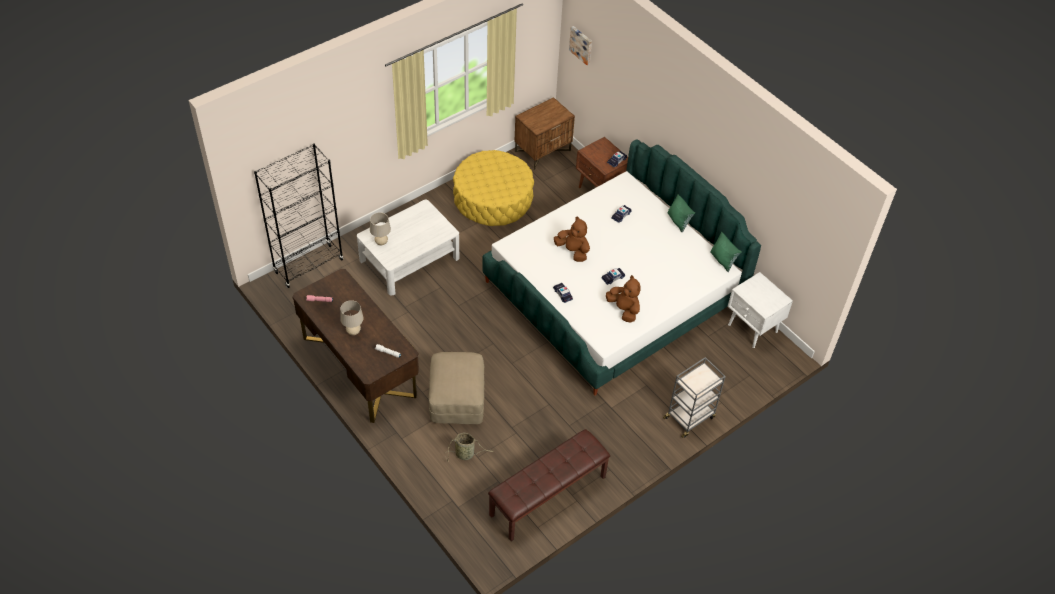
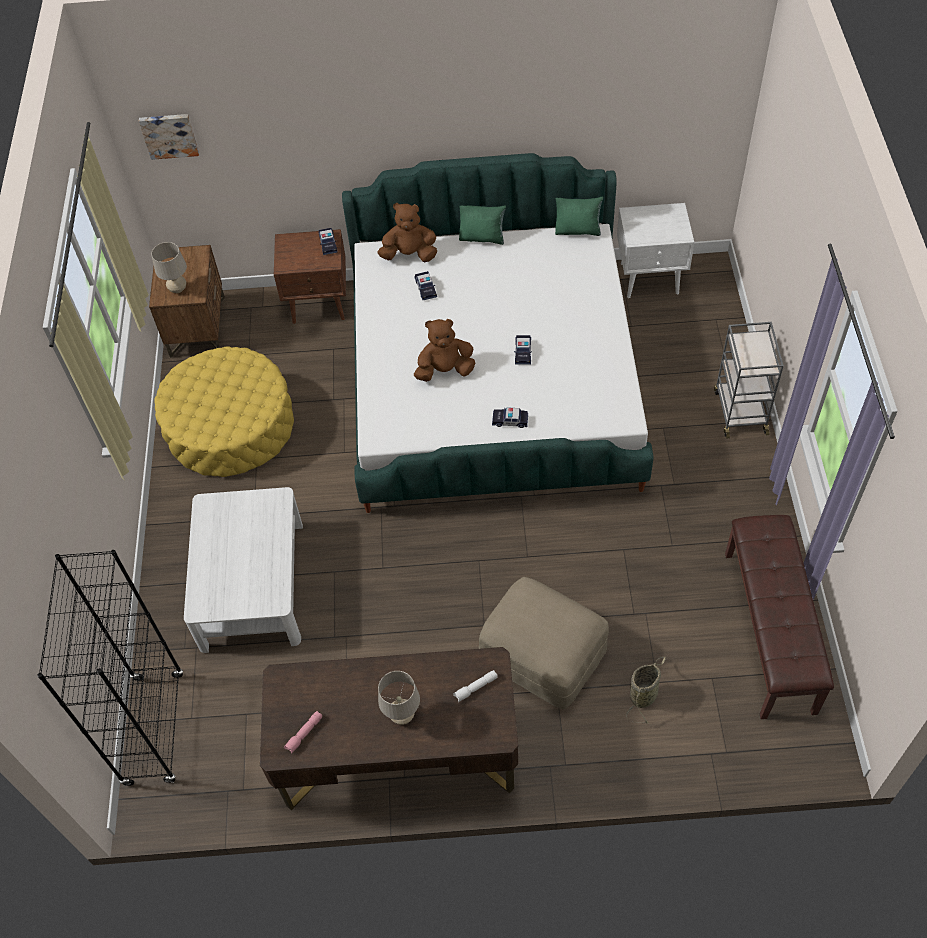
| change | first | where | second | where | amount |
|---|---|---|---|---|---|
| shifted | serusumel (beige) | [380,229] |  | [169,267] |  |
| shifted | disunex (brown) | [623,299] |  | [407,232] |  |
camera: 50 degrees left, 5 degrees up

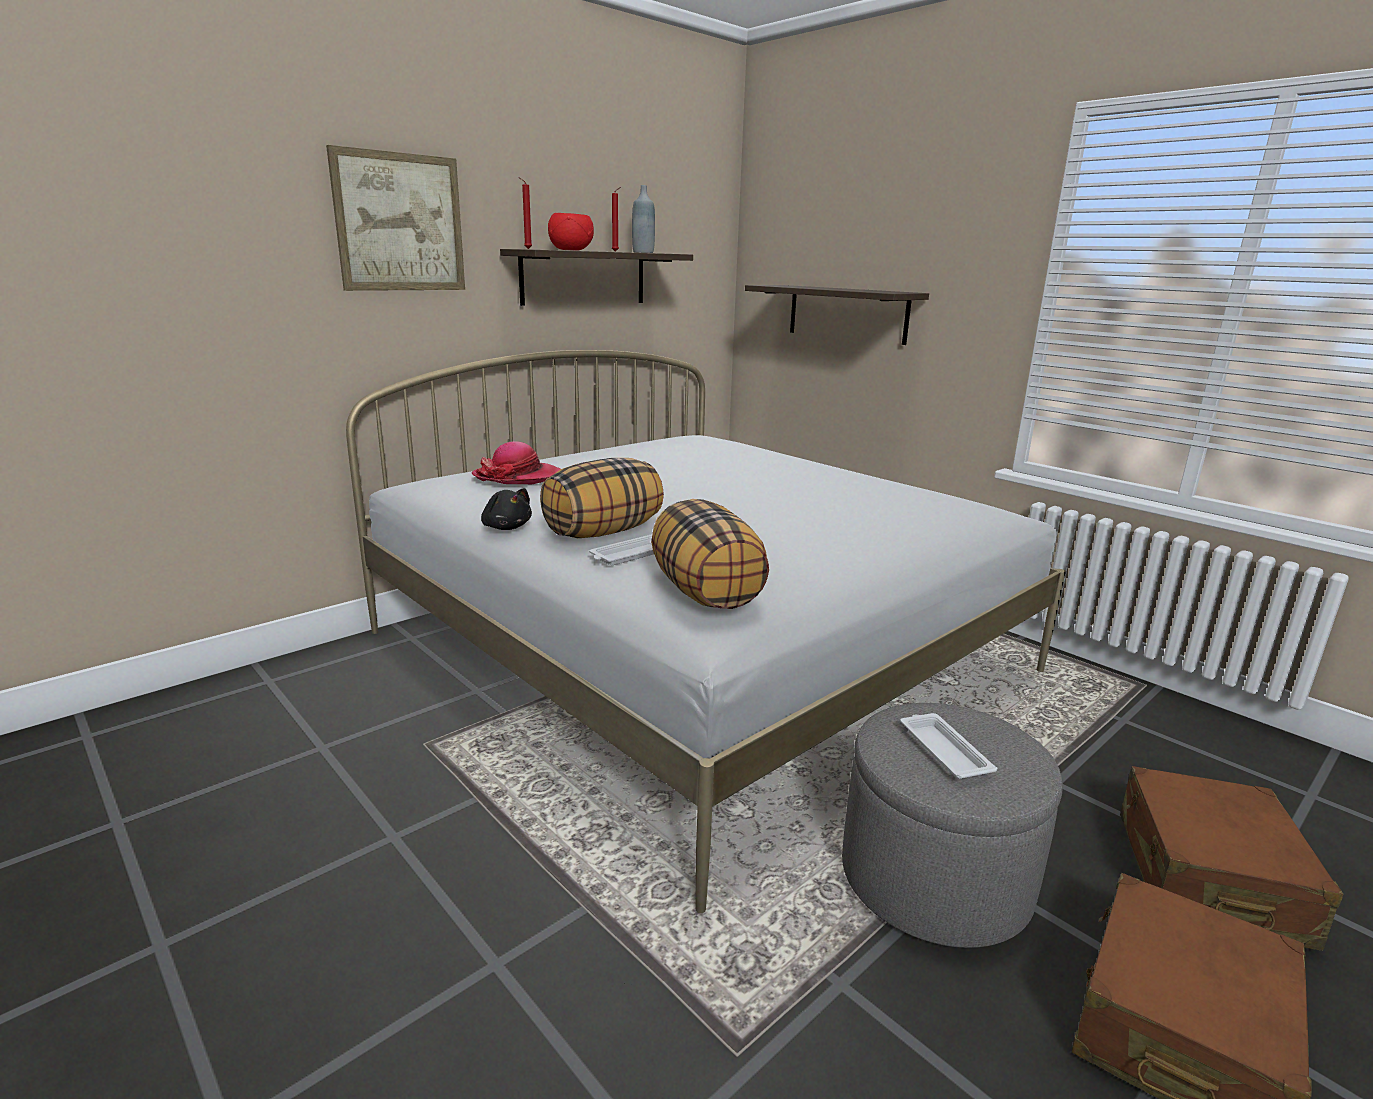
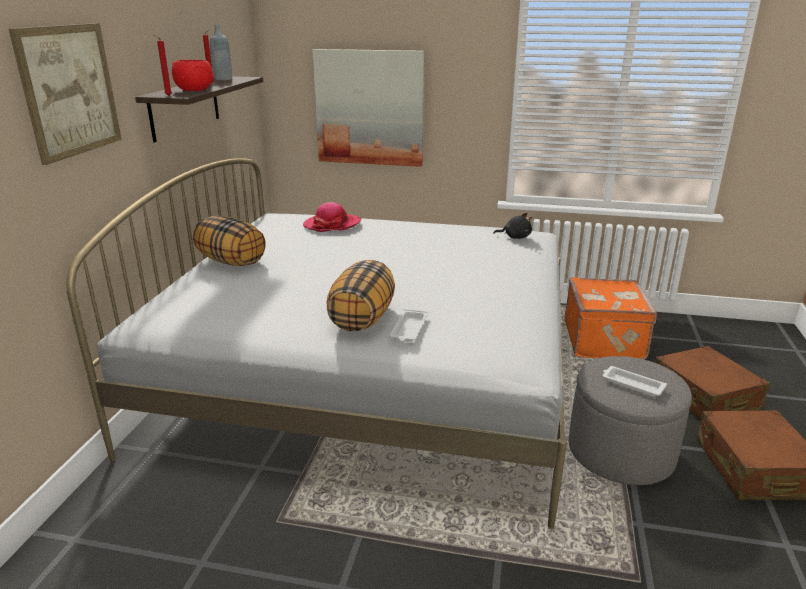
| change | first | where | second | where | amount |
|---|---|---|---|---|---|
| shifted | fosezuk | [710,554] |  | [229,241] |  |
| shifted | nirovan | [516,462] |  | [332,217] |  |
| swapped | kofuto | [837,315] | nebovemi | [368,108] |  |
| shifted | disunex (black) | [506,509] |  | [512,226] |  |
| new |  |  | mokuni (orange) | [611,318] |  |
camera: 35 degrees left, 5 degrees up

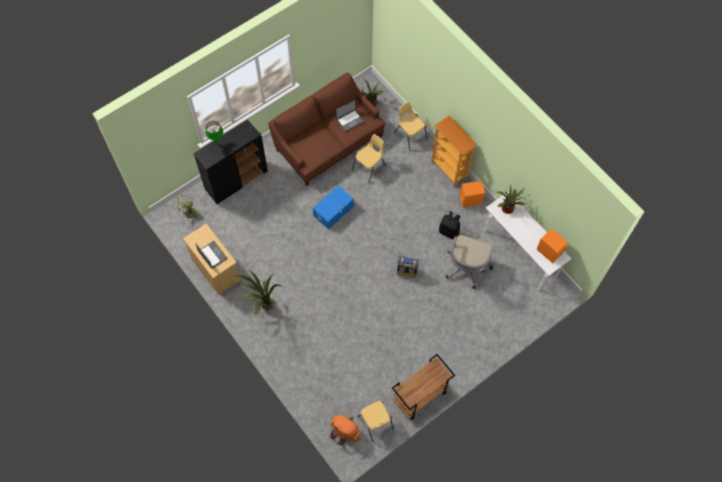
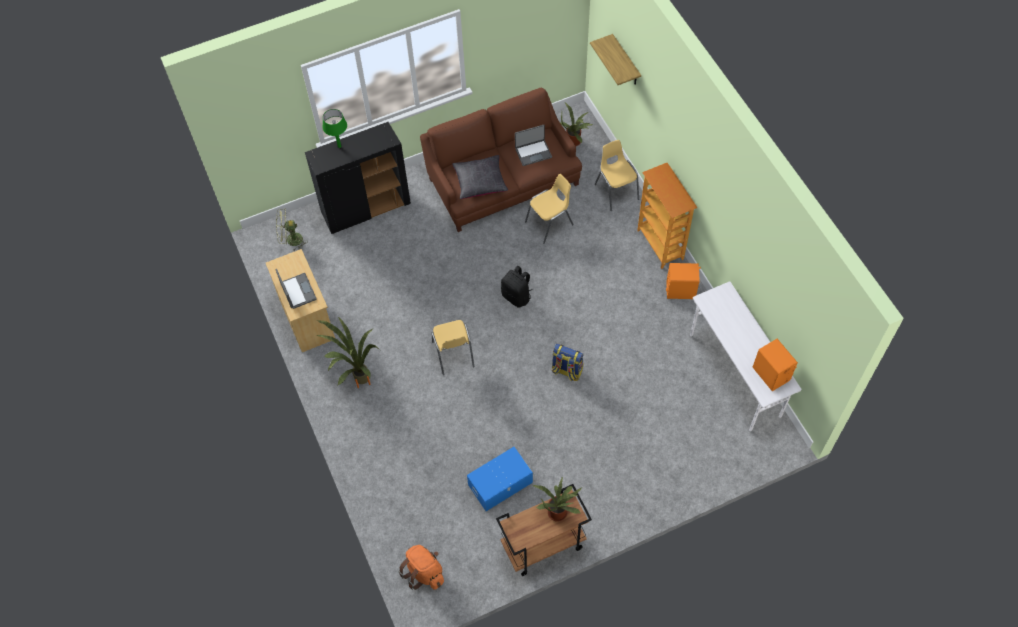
| change | first | where | second | where | amount |
|---|---|---|---|---|---|
| shifted | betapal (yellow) | [375,421] |  | [453,347] |  |
| new |  |  | fosezuk (black) | [480,177] |  |
| shifted | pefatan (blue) | [333,207] |  | [500,479] |  |
| shifted | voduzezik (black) | [449,225] |  | [517,287] |  |
| shifted | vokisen | [510,199] |  | [557,499] |  |
| new |  |  | kofuto | [615,59] |  |
| gone | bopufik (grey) | [470,262] |  |  |  |
camera: 15 degrees right, 5 degrees down

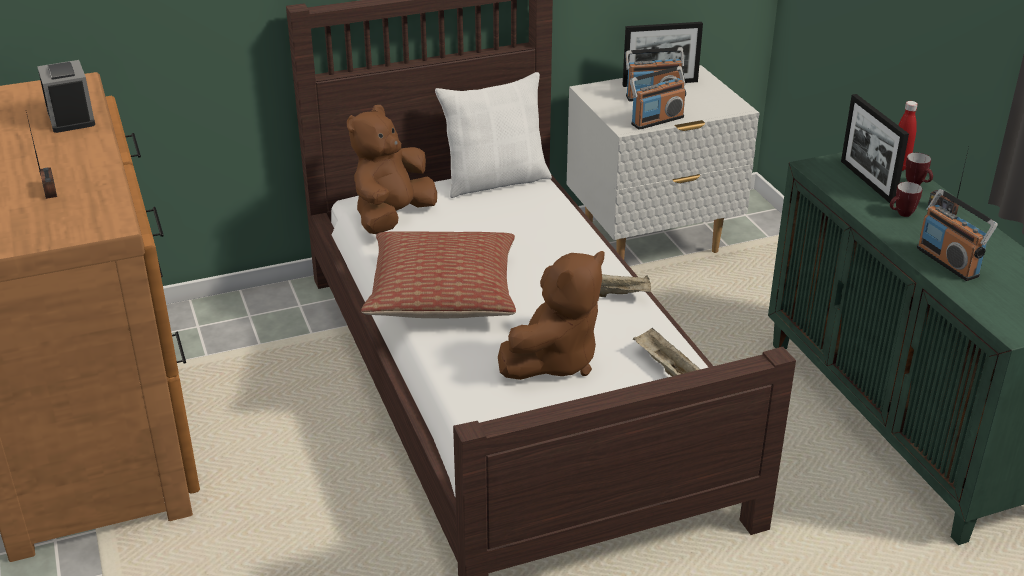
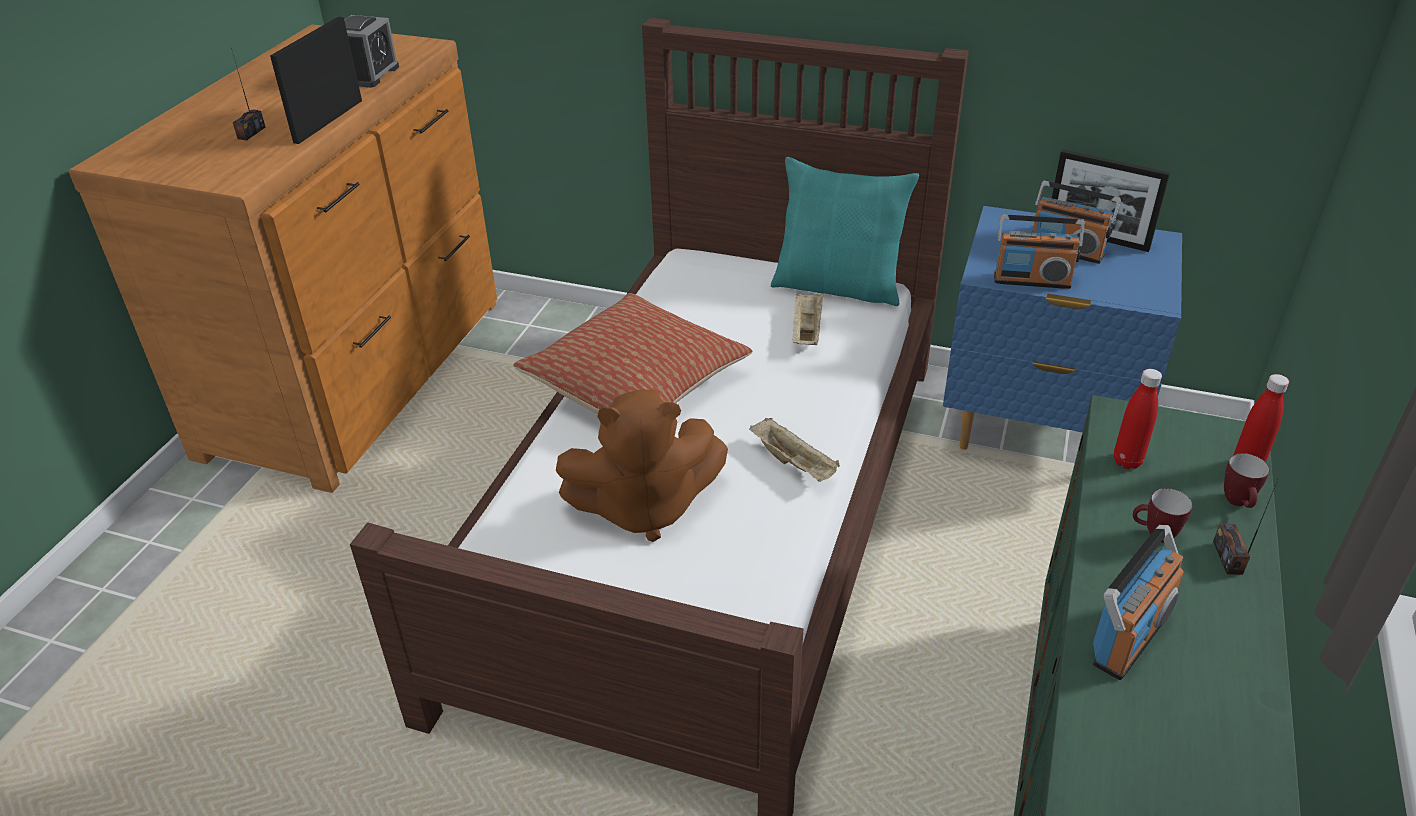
| change | first | where | second | where | amount |
|---|---|---|---|---|---|
| shifted | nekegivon | [875,148] |  | [316,80] |  |
| repainted | fosezuk (white) | [493,135] | fosezuk (turquoise) | [845,231] |  |
| shifted | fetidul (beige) | [666,351] |  | [807,319] |  |
| repainted | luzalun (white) | [663,162] | luzalun (blue) | [1062,327] |  |
| rotated | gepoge | [957,235] |  | [1138,602] | 150 degrees counterclockwise |
| new |  |  | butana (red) | [1138,419] |  |
| gone | disunex (brown) | [392,169] |  |  |  |
camera: 40 degrees right, 5 degrees up

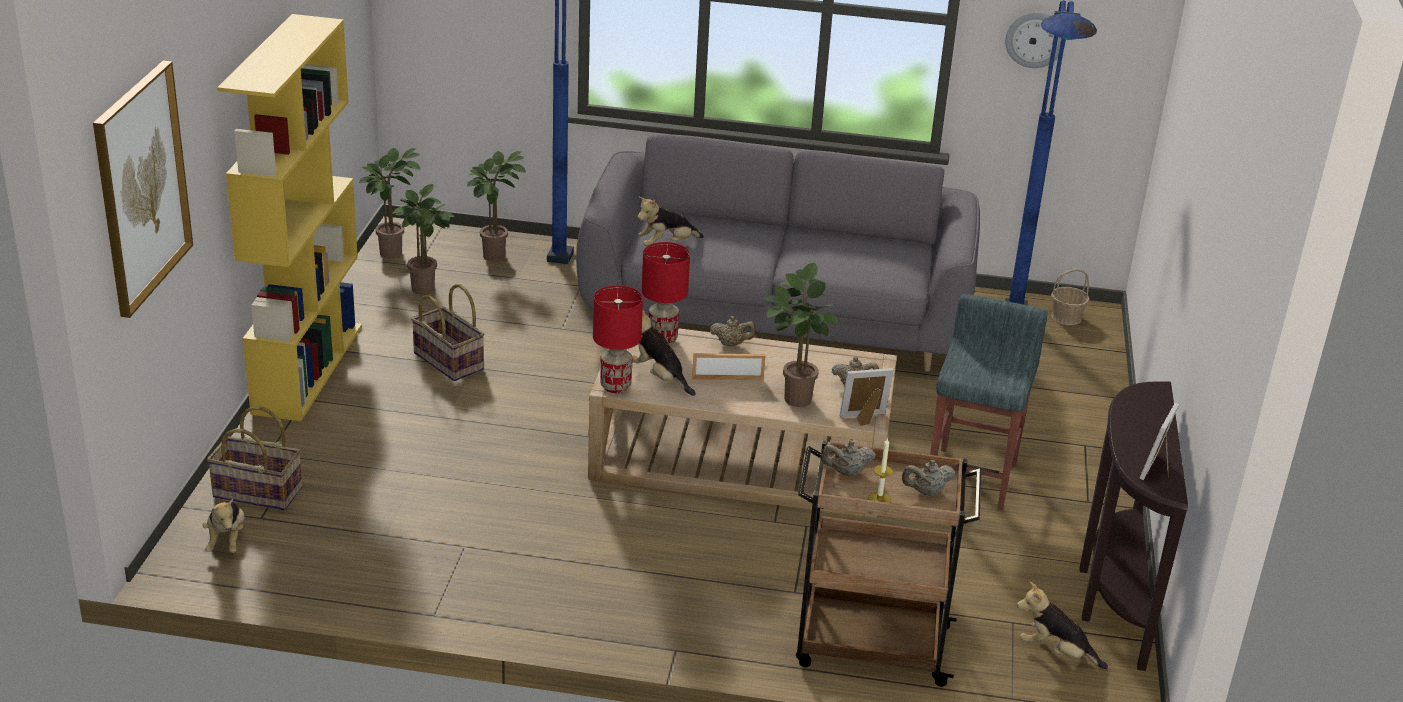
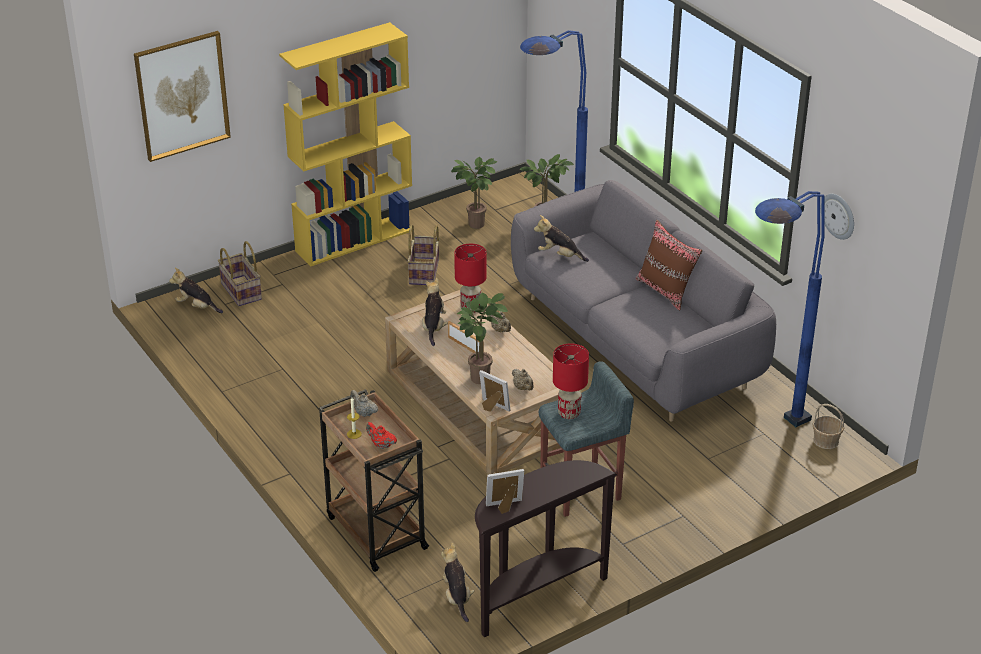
| change | first | where | second | where | amount |
|---|---|---|---|---|---|
| rotated | disunex | [224,525] |  | [196,290] | 75 degrees clockwise |
| repainted | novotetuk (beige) | [928,478] | novotetuk (red) | [381,435] |  |
| shifted | serusumel (red) | [618,339] |  | [571,381] |  |
| new |  |  | fosezuk (brown) | [669,265] |  |
| gone | vokisen | [389,203] |  |  |  |
camera: 50 degrees right, 5 degrees up

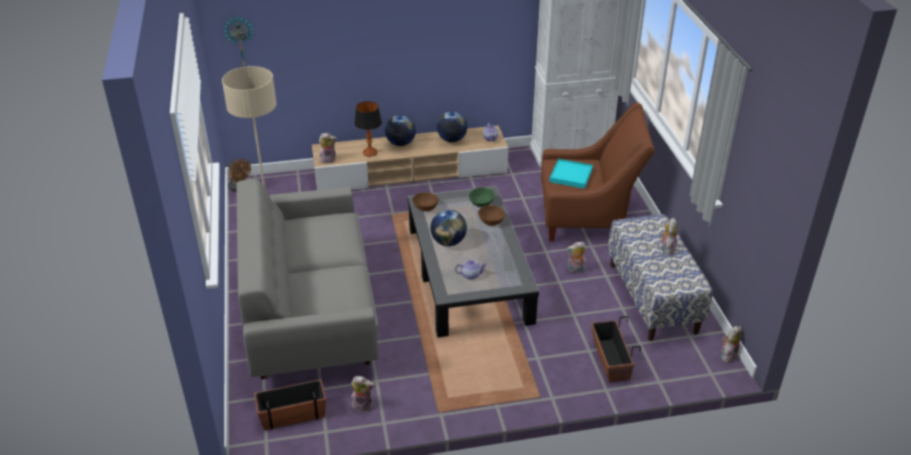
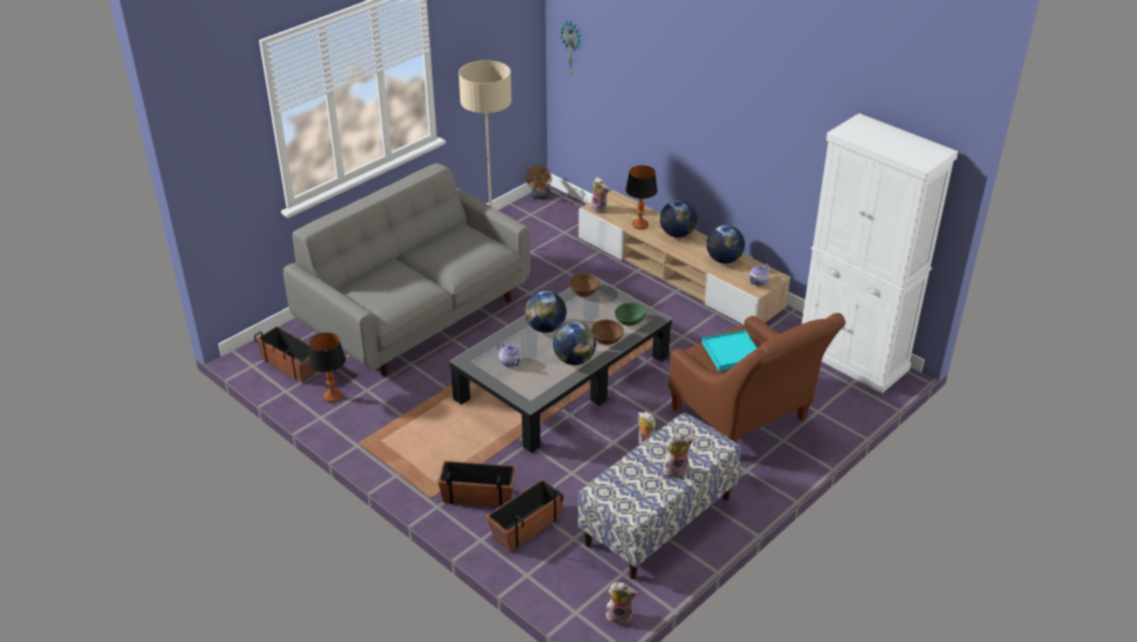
| change | first | where | second | where | amount |
|---|---|---|---|---|---|
| swapped | disunex | [363,394] | serusumel | [327,368] |  |
| new |  |  | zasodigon | [477,484] |  |
| new |  |  | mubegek | [574,343] |  |
camera: 55 degrees right, 0 degrees up

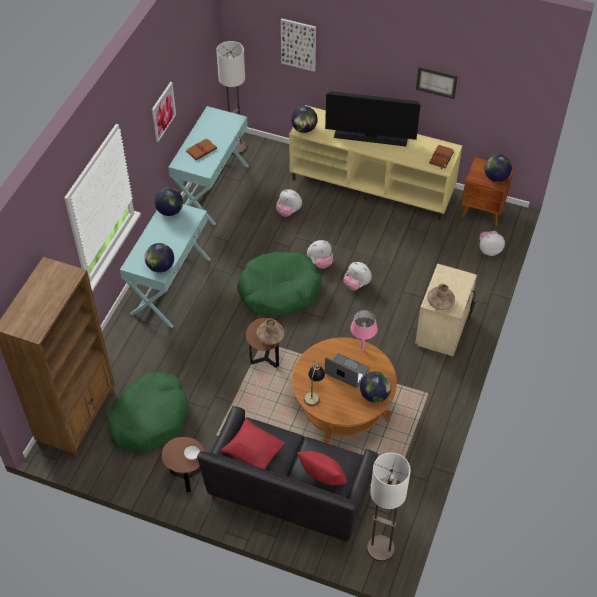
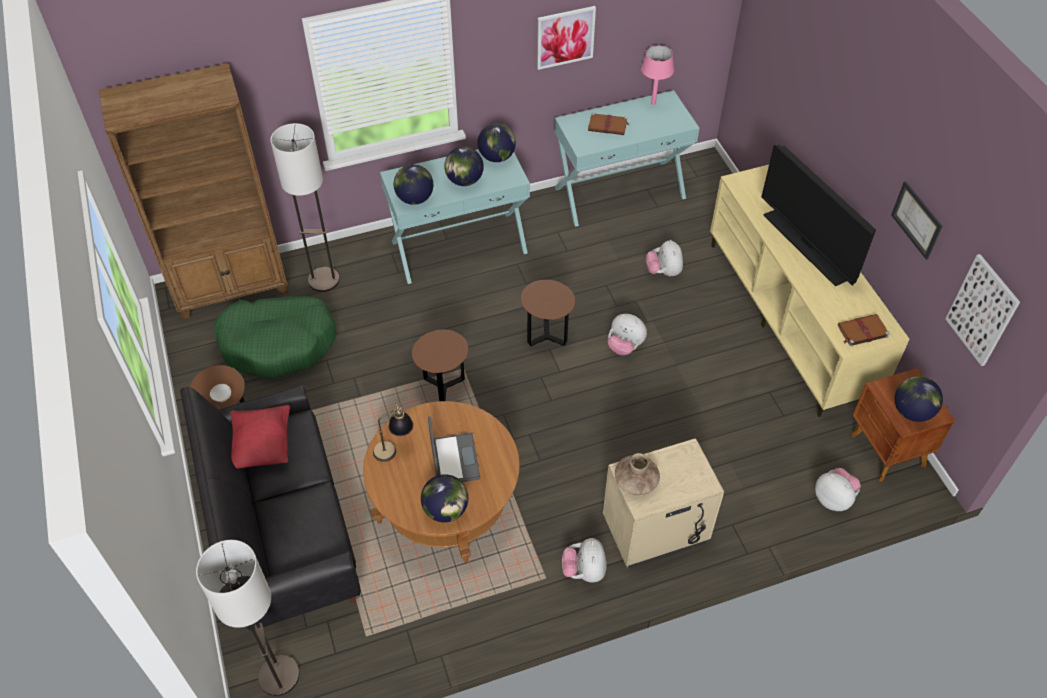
| change | first | where | second | where | amount |
|---|---|---|---|---|---|
| shifted | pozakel | [231,97] |  | [305,207] |  |
| shifted | mubegek | [304,119] |  | [464,166] |  |
| swapped | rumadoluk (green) | [279,283] | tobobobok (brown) | [548,313] |  |
| shifted | disunex | [357,276] |  | [584,560] |  |
| shifted | serusumel (pink) | [364,330] |  | [657,75] |  |
| shifted | nebovemi | [298,45] |  | [983,310] |  |
| gone | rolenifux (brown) | [271,332] |  |  |  |
| gone | fosezuk (red) | [322,468] |  |  |  |
camera: 50 degrees right, 0 degrees up

